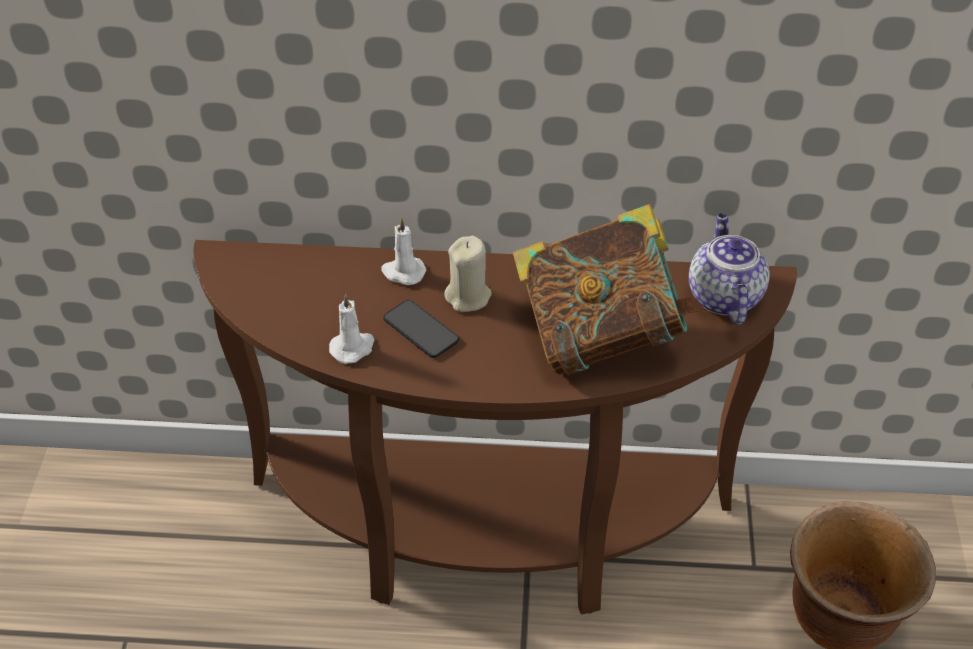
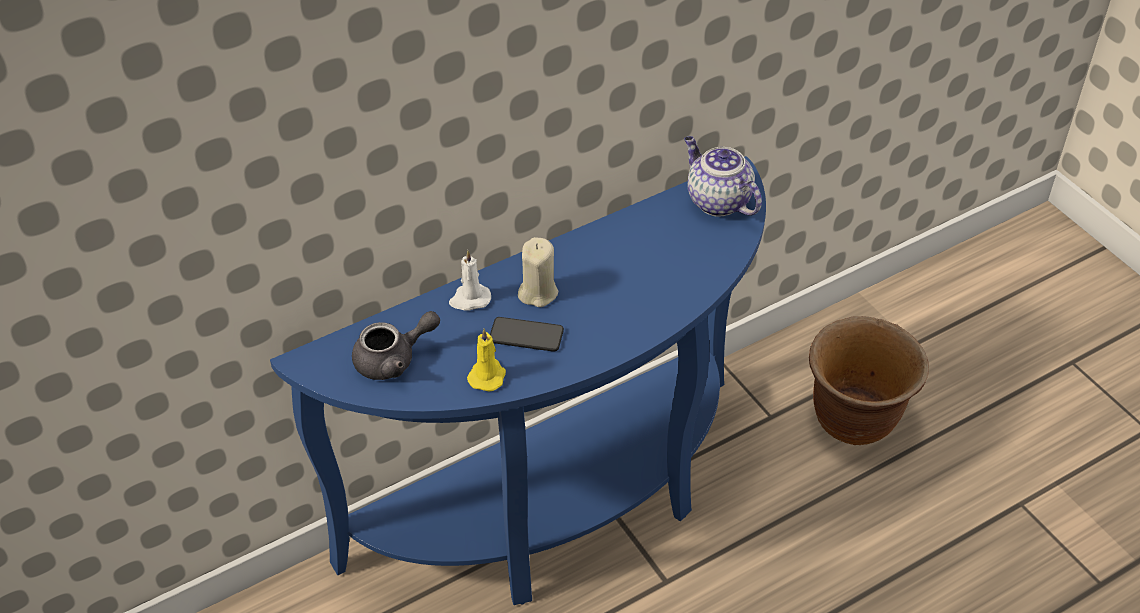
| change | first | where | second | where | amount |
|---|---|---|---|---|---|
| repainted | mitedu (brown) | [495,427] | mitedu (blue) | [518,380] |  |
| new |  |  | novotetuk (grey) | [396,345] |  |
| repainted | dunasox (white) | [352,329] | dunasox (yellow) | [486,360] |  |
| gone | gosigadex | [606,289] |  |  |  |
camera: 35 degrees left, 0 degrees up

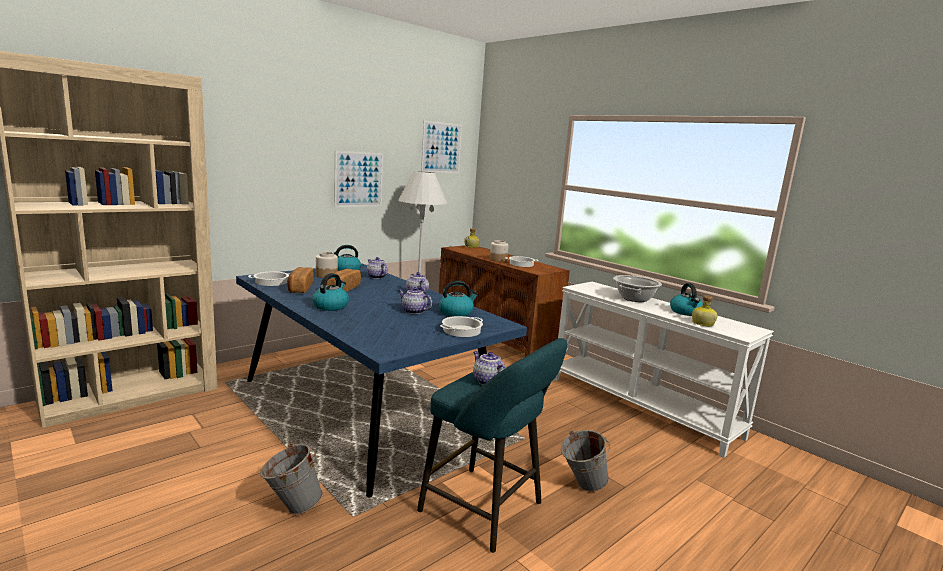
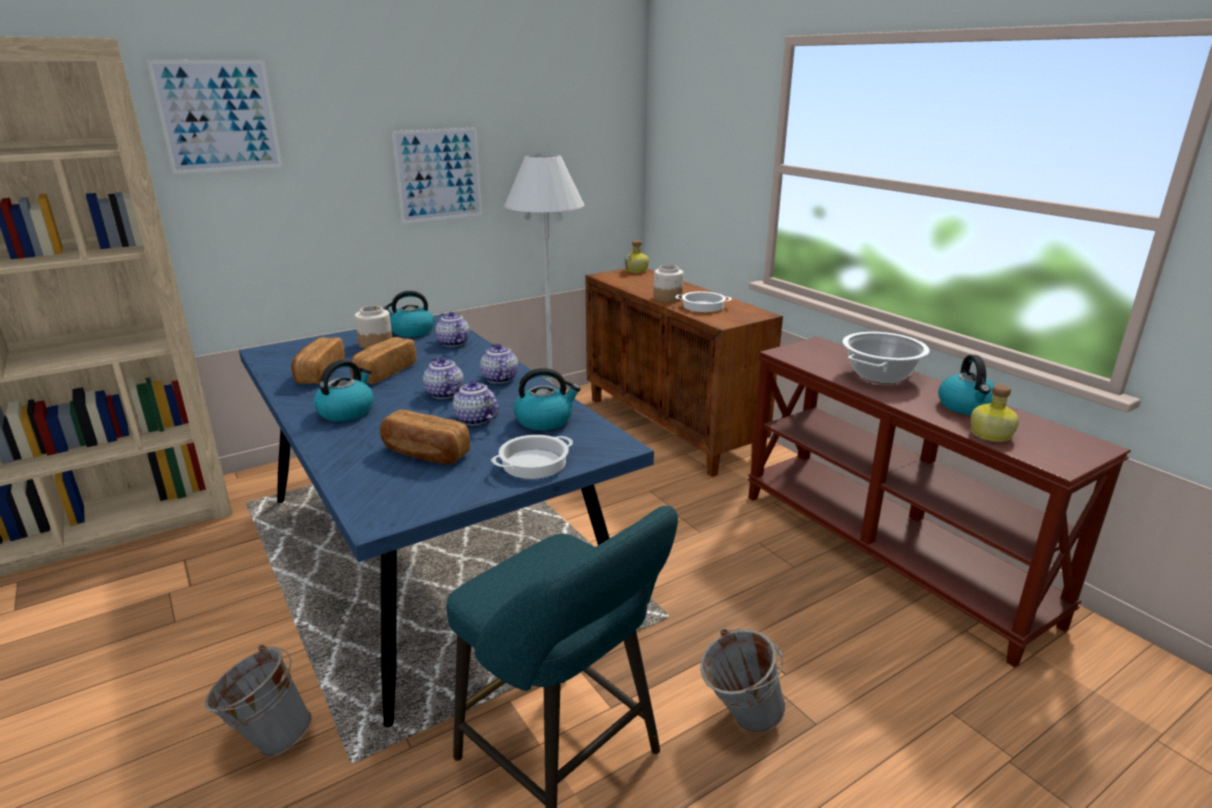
| change | first | where | second | where | amount |
|---|---|---|---|---|---|
| shifted | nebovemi | [441,147] |  | [214,117] |  |
| new |  |  | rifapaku | [425,437] |  |
| shifted | novotetuk | [489,368] |  | [443,378] |  |
| repainted | mitedu (white) | [664,370] | mitedu (brown) | [939,502] |  |
| gone | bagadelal | [268,279] |  |  |  |
camera: 10 degrees right, 10 degrees up

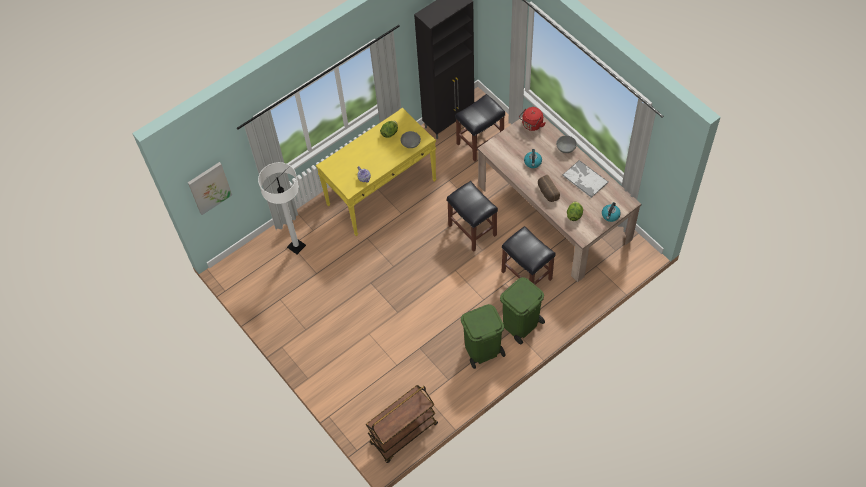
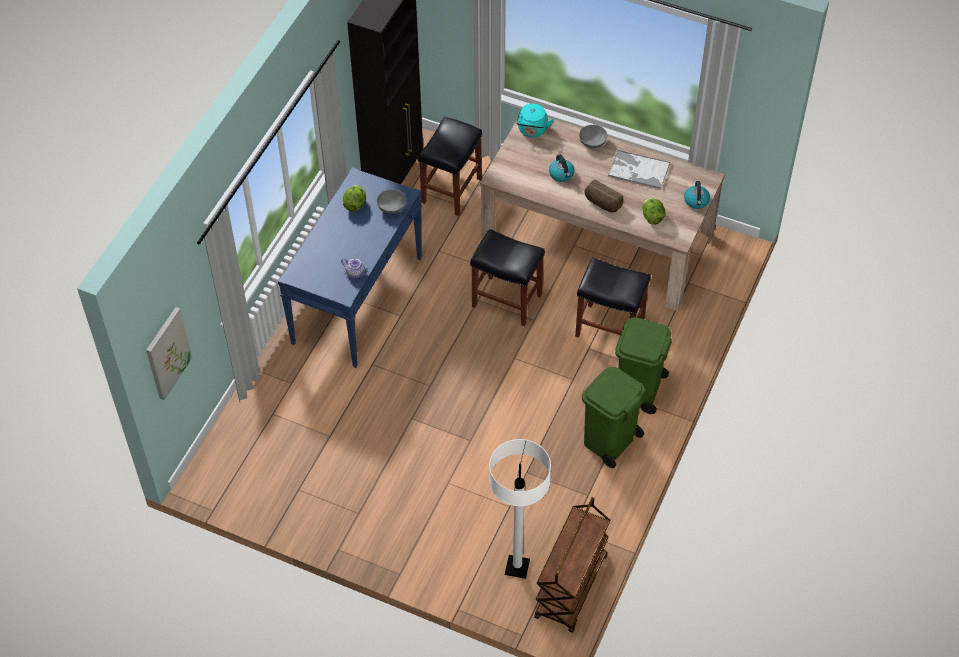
| change | first | where | second | where | amount |
|---|---|---|---|---|---|
| repainted | mitedu (yellow) | [376,172] | mitedu (blue) | [350,267] |  |
| shifted | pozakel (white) | [282,208] |  | [520,509] |  |
| repainted | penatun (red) | [532,119] | penatun (turquoise) | [535,120] |  |
camera: 30 degrees left, 5 degrees down

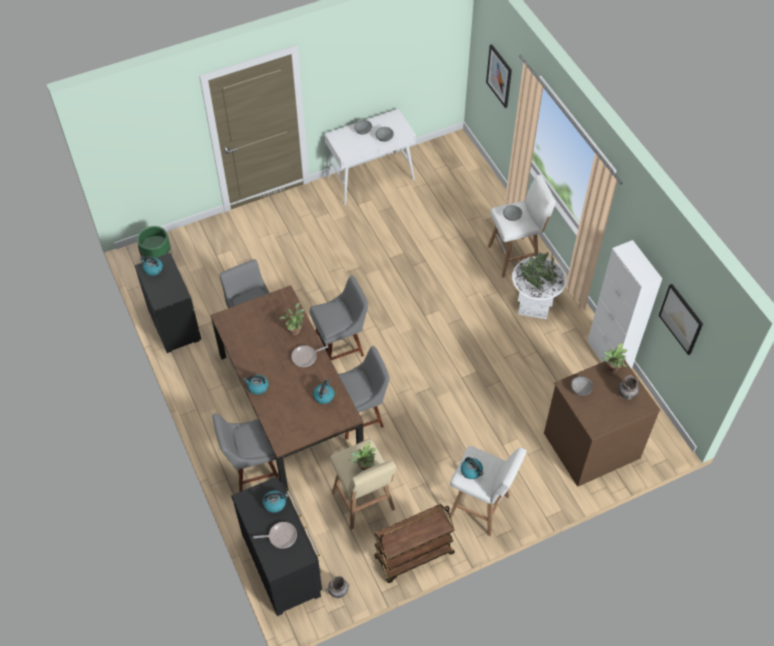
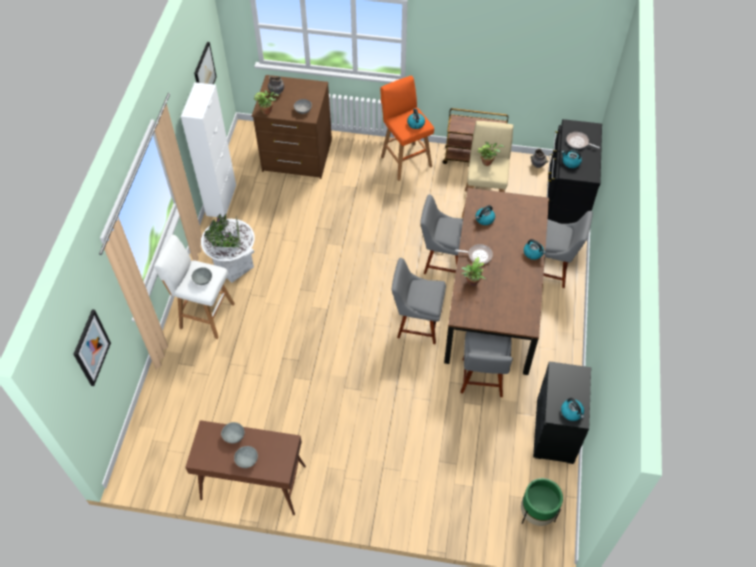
| change | first | where | second | where | amount |
|---|---|---|---|---|---|
| repainted | mitedu (white) | [370,157] | mitedu (brown) | [245,467] |  |
| repainted | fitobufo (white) | [488,491] | fitobufo (orange) | [407,128] |  |
camera: 145 degrees left, 0 degrees up

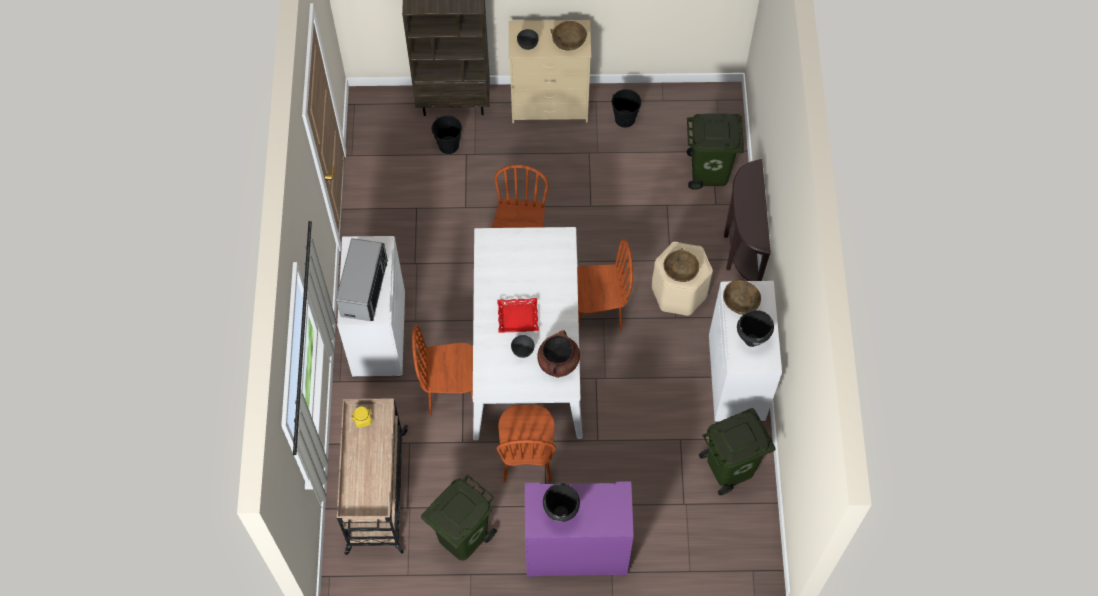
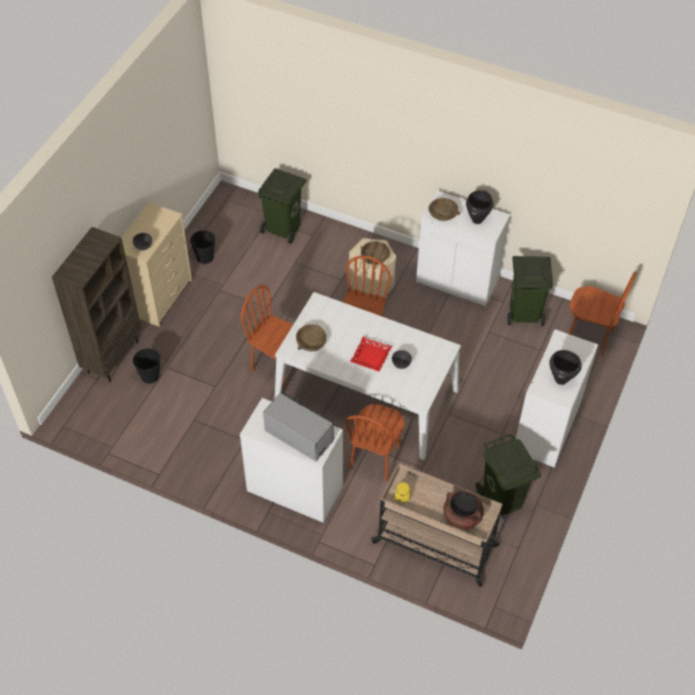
| change | first | where | second | where | amount |
|---|---|---|---|---|---|
| shifted | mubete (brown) | [569,35] |  | [311,337] |  |
| shifted | bagadelal (brown) | [558,354] |  | [463,510] |  |
| repainted | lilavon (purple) | [579,529] | lilavon (white) | [557,399] |  |
| shifted | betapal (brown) | [526,443] |  | [603,313] |  |
| gone | mitedu (brown) | [747,220] |  |  |  |
camera: 65 degrees left, 10 degrees down

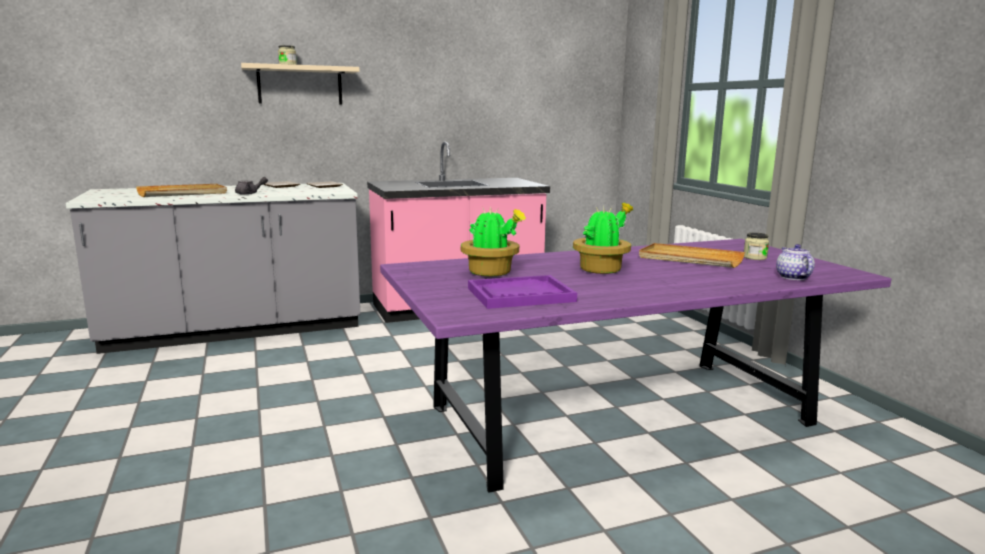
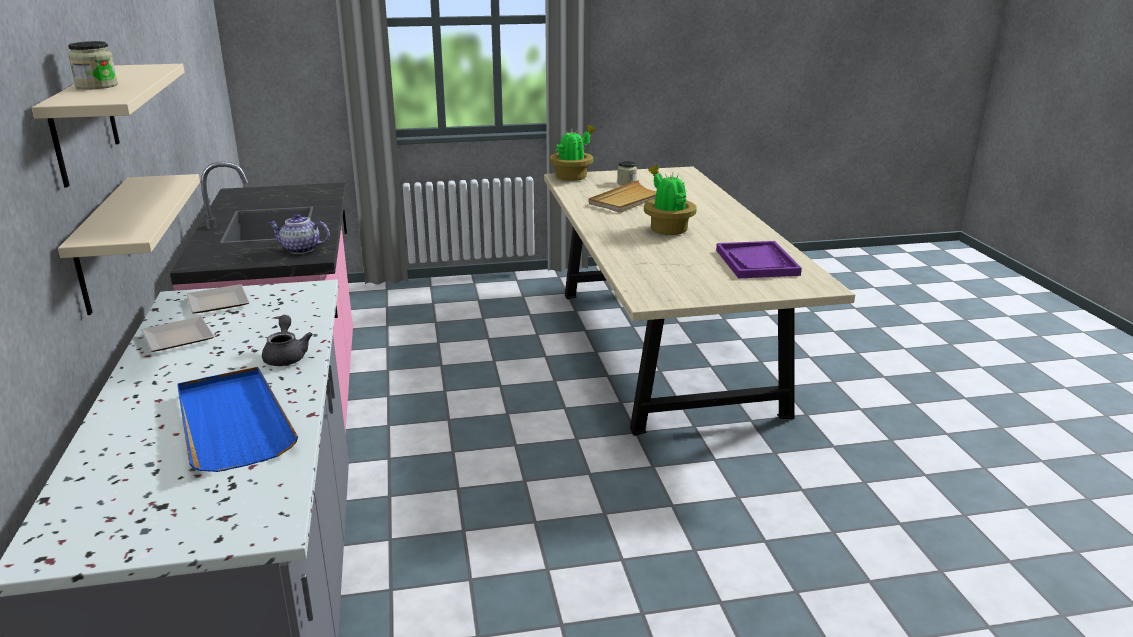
| change | first | where | second | where | amount |
|---|---|---|---|---|---|
| new |  |  | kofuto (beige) | [129,244] |  |
| repainted | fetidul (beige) | [181,190] | fetidul (blue) | [238,419] |  |
| shifted | novotetuk | [795,262] |  | [299,234] |  |
| repainted | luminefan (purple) | [635,366] | luminefan (beige) | [699,301] |  |
| shifted | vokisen | [493,242] |  | [573,153] |  |
camera: 80 degrees left, 10 degrees up

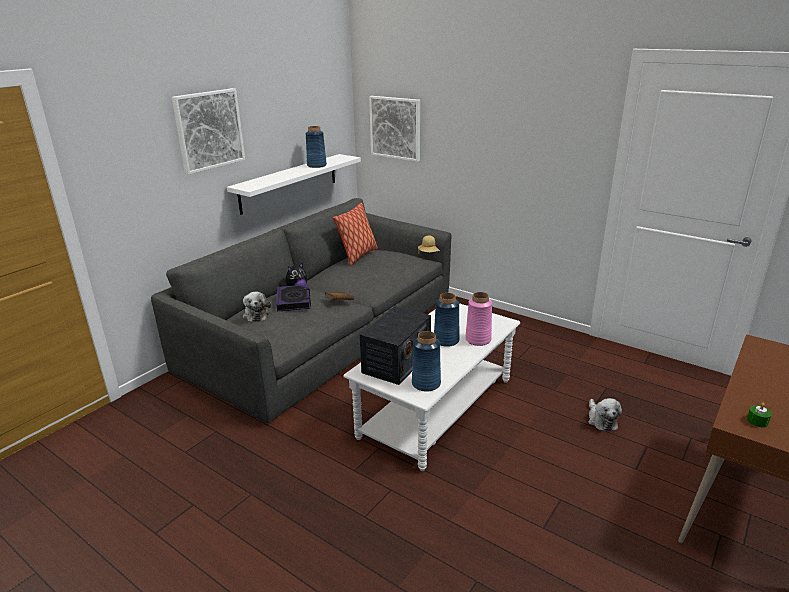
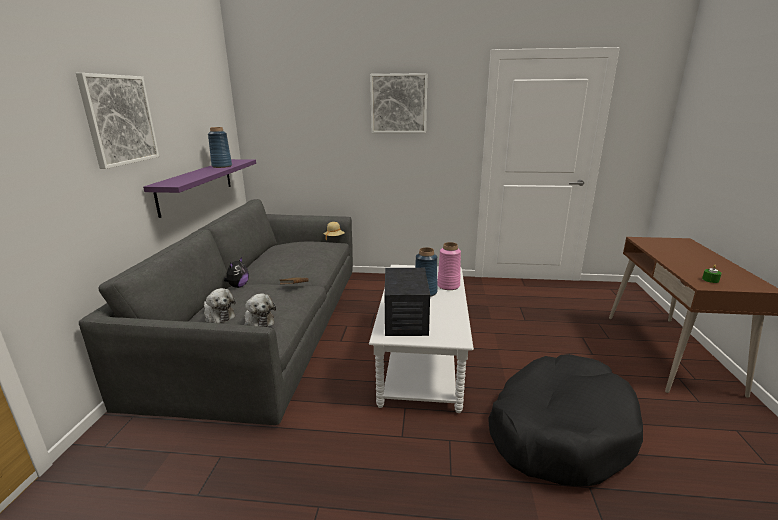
| change | first | where | second | where | amount |
|---|---|---|---|---|---|
| repainted | kofuto (white) | [294,184] | kofuto (purple) | [199,188] |  |
| shifted | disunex | [605,415] |  | [260,310] |  |
| shifted | nebovemi | [394,129] |  | [398,103] |  |
| new |  |  | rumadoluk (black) | [565,420] |  |
| gone | gosigadex | [294,298] |  |  |  |
| gone | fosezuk | [355,234] |  |  |  |
| gone | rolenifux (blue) | [426,361] |  |  |  |
camera: 30 degrees left, 5 degrees down

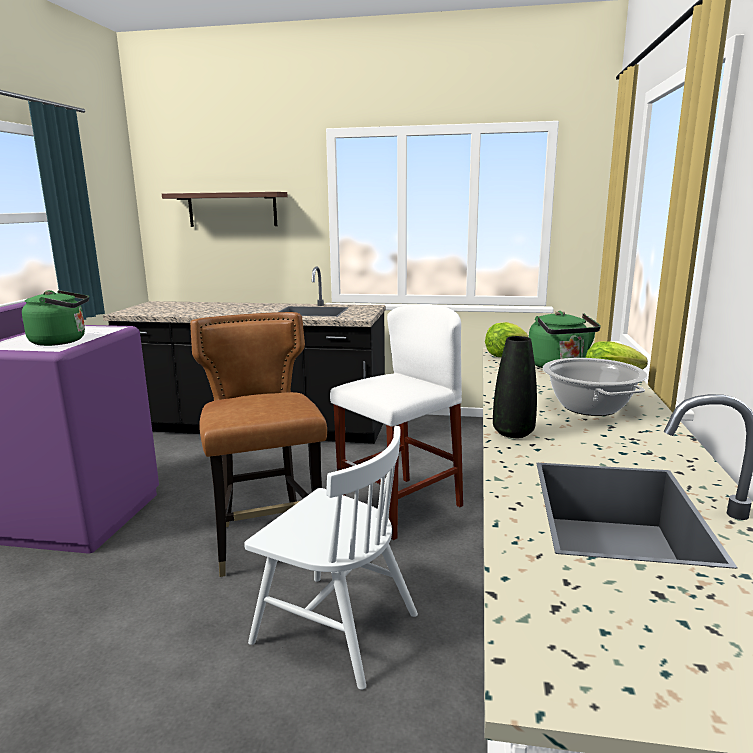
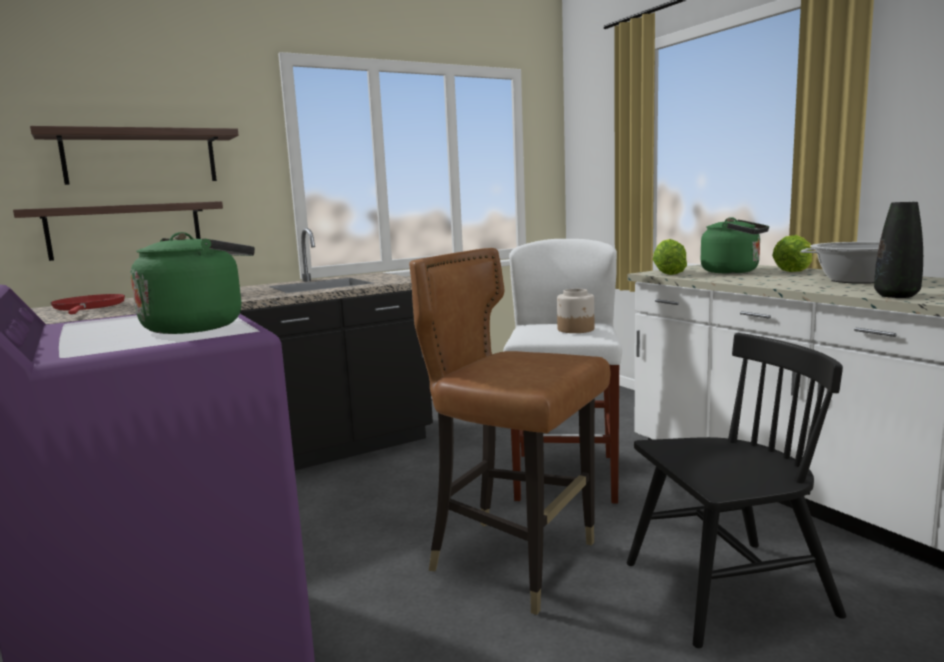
| change | first | where | second | where | amount |
|---|---|---|---|---|---|
| new |  |  | kofuto | [118,231] |  |
| new |  |  | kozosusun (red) | [88,304] |  |
| new |  |  | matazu | [575,311] |  |
| repainted | betapal (white) | [331,558] | betapal (black) | [736,490] |  |
camera: 40 degrees left, 5 degrees down

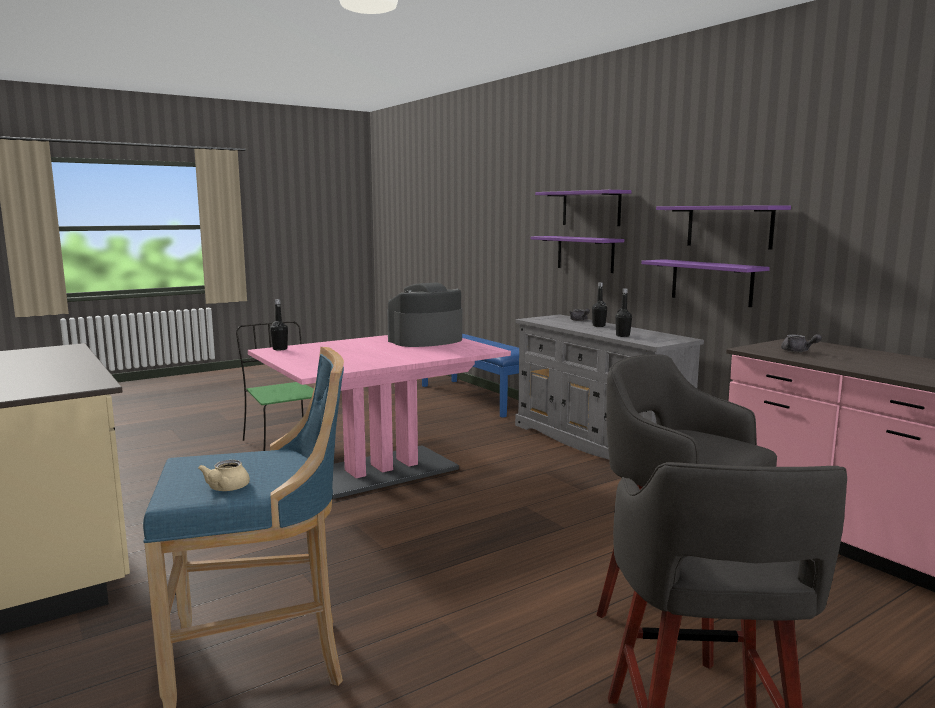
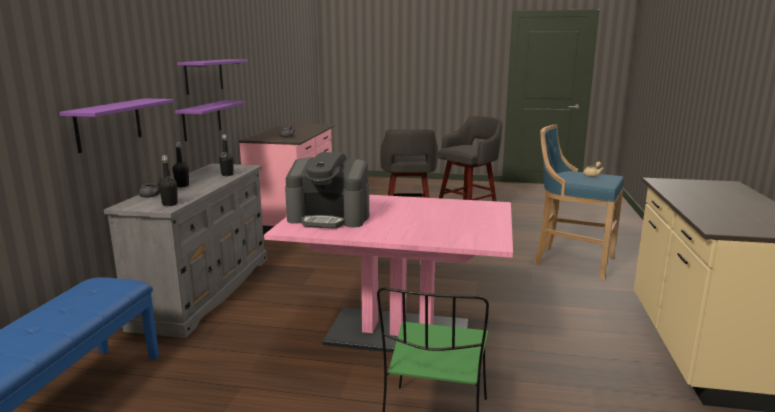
| change | first | where | second | where | amount |
|---|---|---|---|---|---|
| shifted | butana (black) | [279,324] |  | [168,180] |  |
| gone | kofuto (purple) | [583,208] |  |  |  |
camera: 135 degrees left, 5 degrees up

